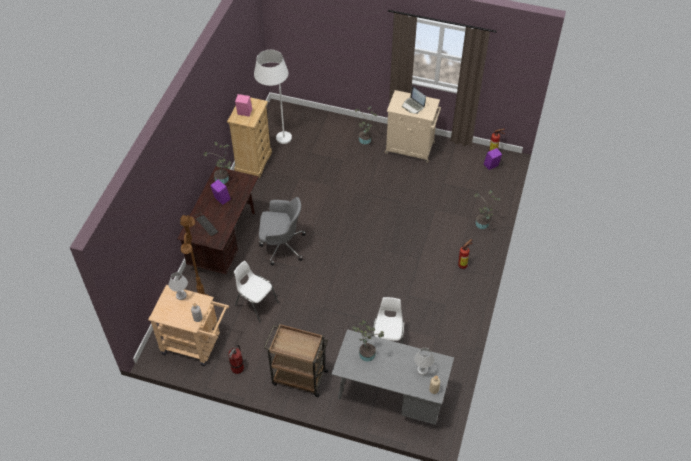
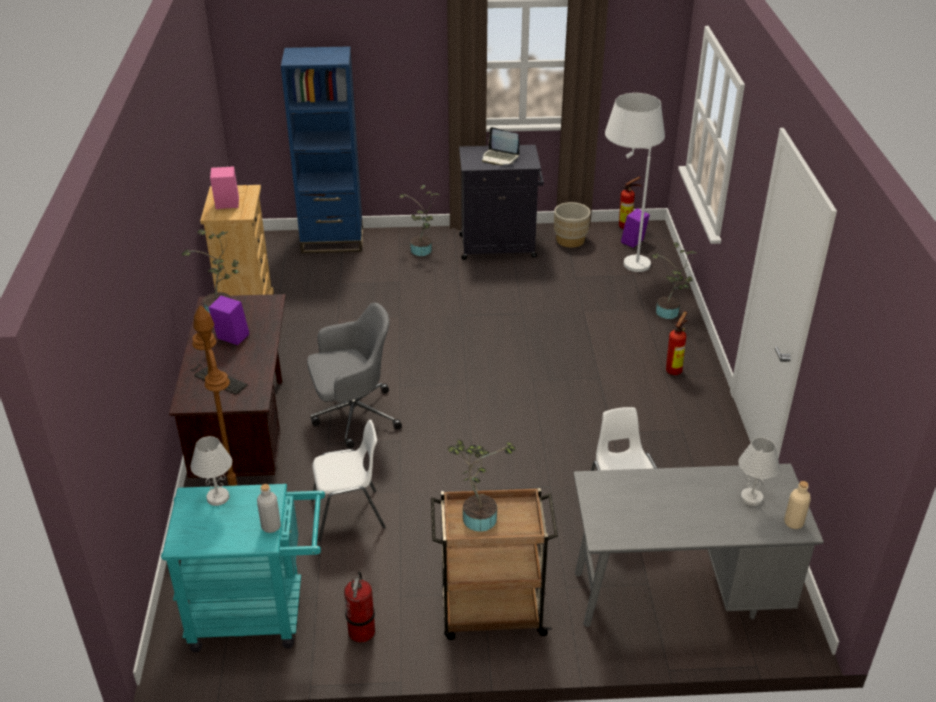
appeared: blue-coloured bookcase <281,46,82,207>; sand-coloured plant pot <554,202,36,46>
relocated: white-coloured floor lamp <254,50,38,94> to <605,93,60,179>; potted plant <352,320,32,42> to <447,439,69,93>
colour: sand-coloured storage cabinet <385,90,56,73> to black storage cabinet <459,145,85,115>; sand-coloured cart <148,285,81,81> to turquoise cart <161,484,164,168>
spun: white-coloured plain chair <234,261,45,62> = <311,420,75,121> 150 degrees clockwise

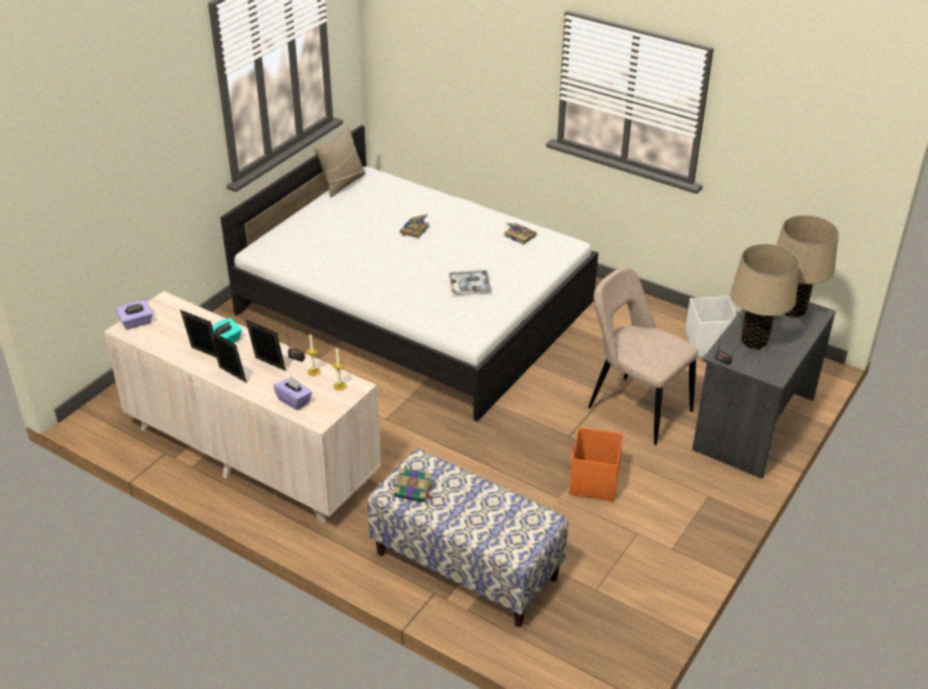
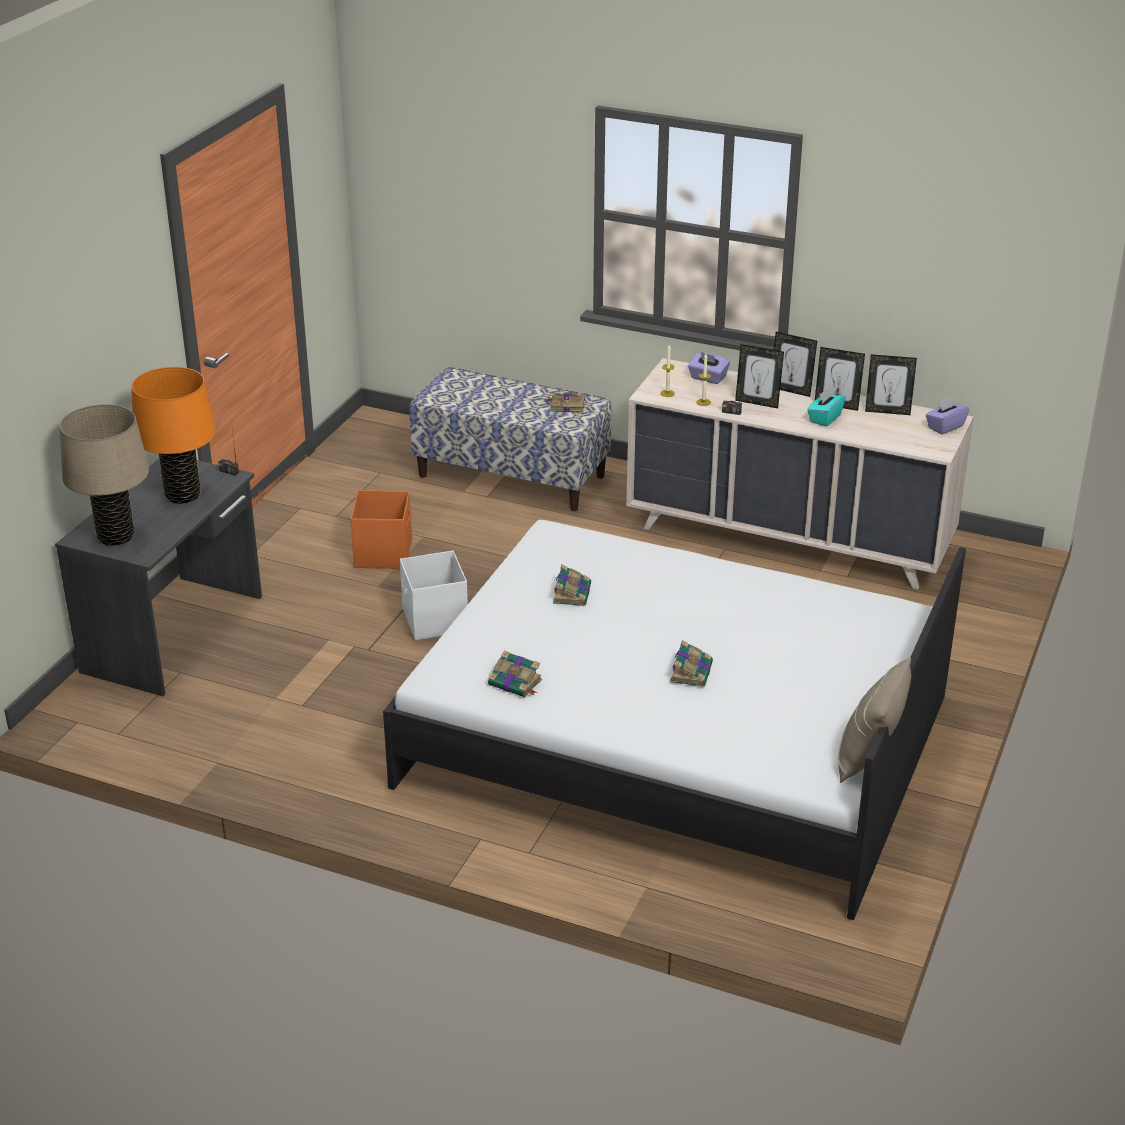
missing: sand-coloured plain chair <588,267,110,178>
appeared: photo frame <865,354,52,61>
relocated: white-coloured storage bin <685,296,52,61> to <400,551,68,89>
exchanged: tray <449,270,42,23> to volume <553,564,38,42>
colour: sand-coloured lamp for a table <730,244,70,105> to orange lamp for a table <131,367,85,137>

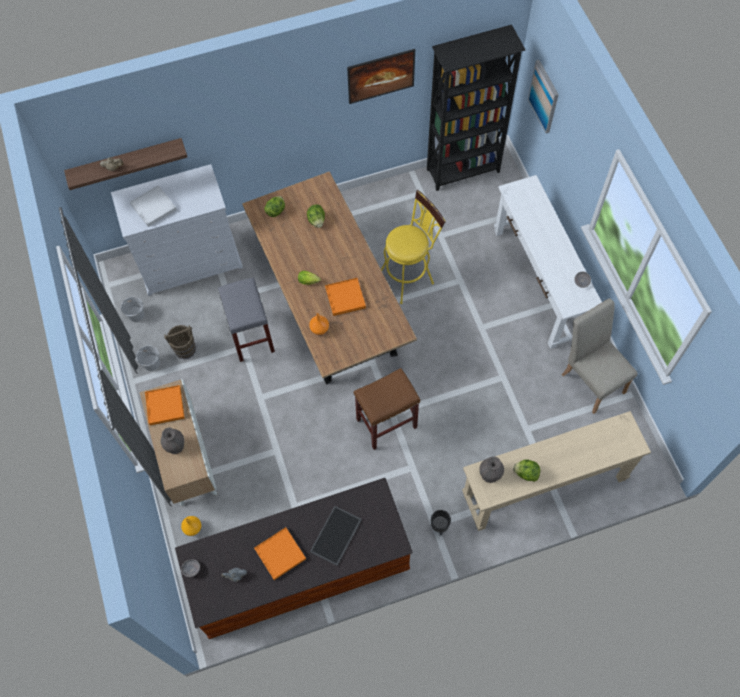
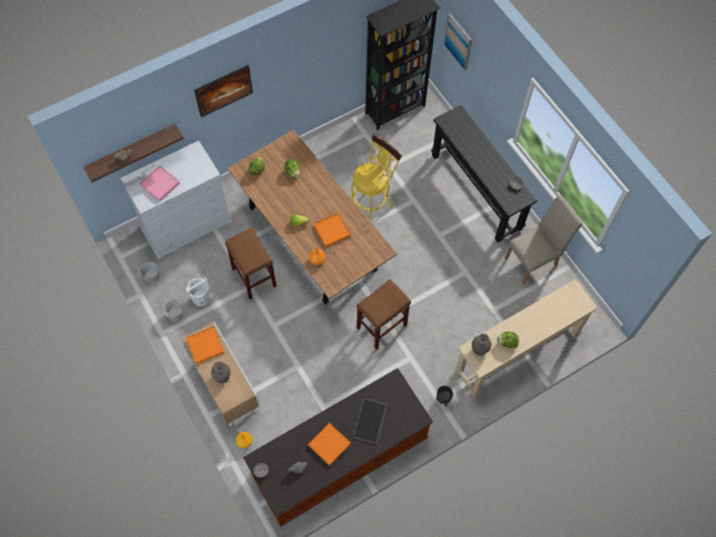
relocated: wall art <347,49,68,55> to <194,65,59,53>
colour: white-coloured hall table <494,175,108,174> to black hall table <431,105,106,137>; white-coloured tray <130,185,47,42> to pinkish tray <139,166,41,36>; grey sitting stool <218,278,57,84> to brown-coloured sitting stool <225,228,51,71>; brown-coloured pail <164,325,32,34> to white-coloured pail <185,277,25,29>
spun: sand-coloured plain chair <562,298,76,116> = <504,195,79,90> 105 degrees clockwise

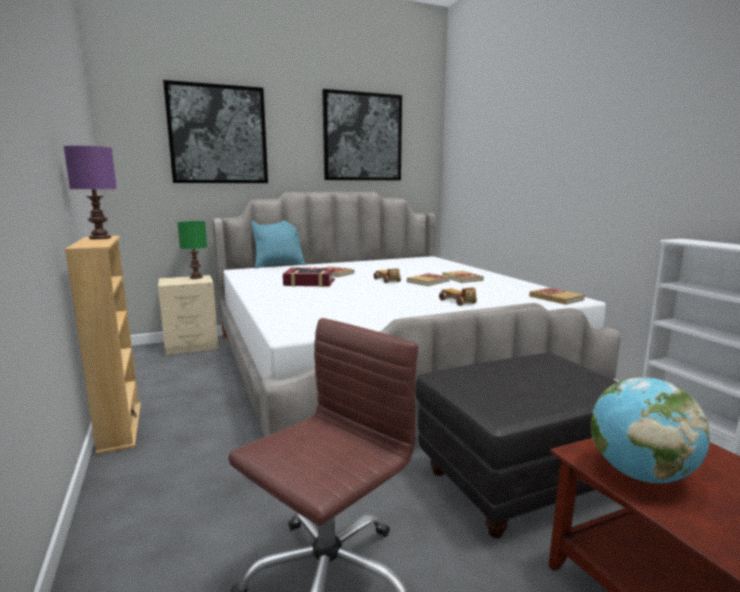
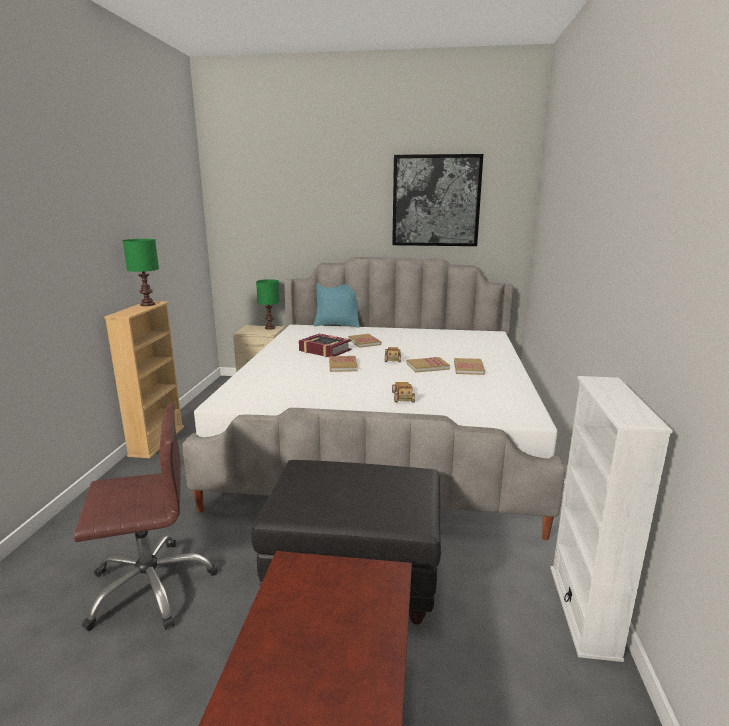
missing: wall art <163,80,105,103>; desk globe <590,377,120,106>
relocated: volume <529,288,56,17> to <329,356,29,16>
colour: purple lamp for a table <64,146,53,93> to green-coloured lamp for a table <123,239,36,67>

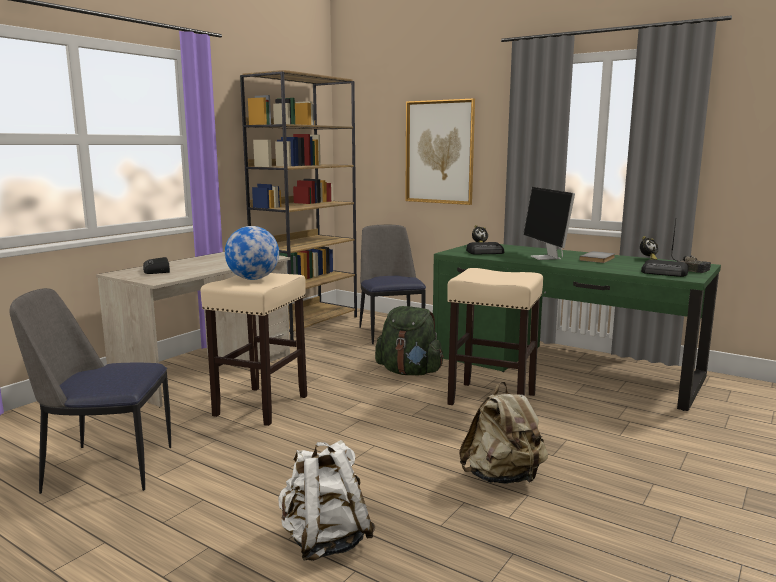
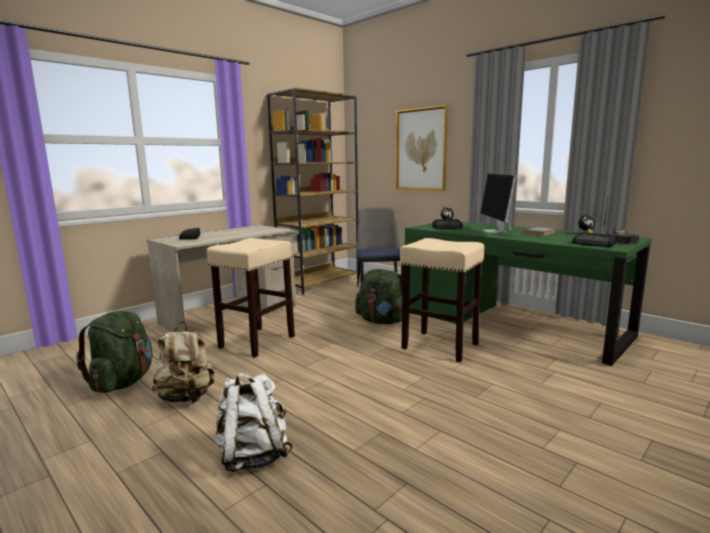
missing: desk globe <225,226,54,54>
relocated: sand-coloured knapsack <459,381,89,103> to <152,322,62,81>
exchanged: plain chair <9,288,162,206> to green-coloured knapsack <76,311,77,82>

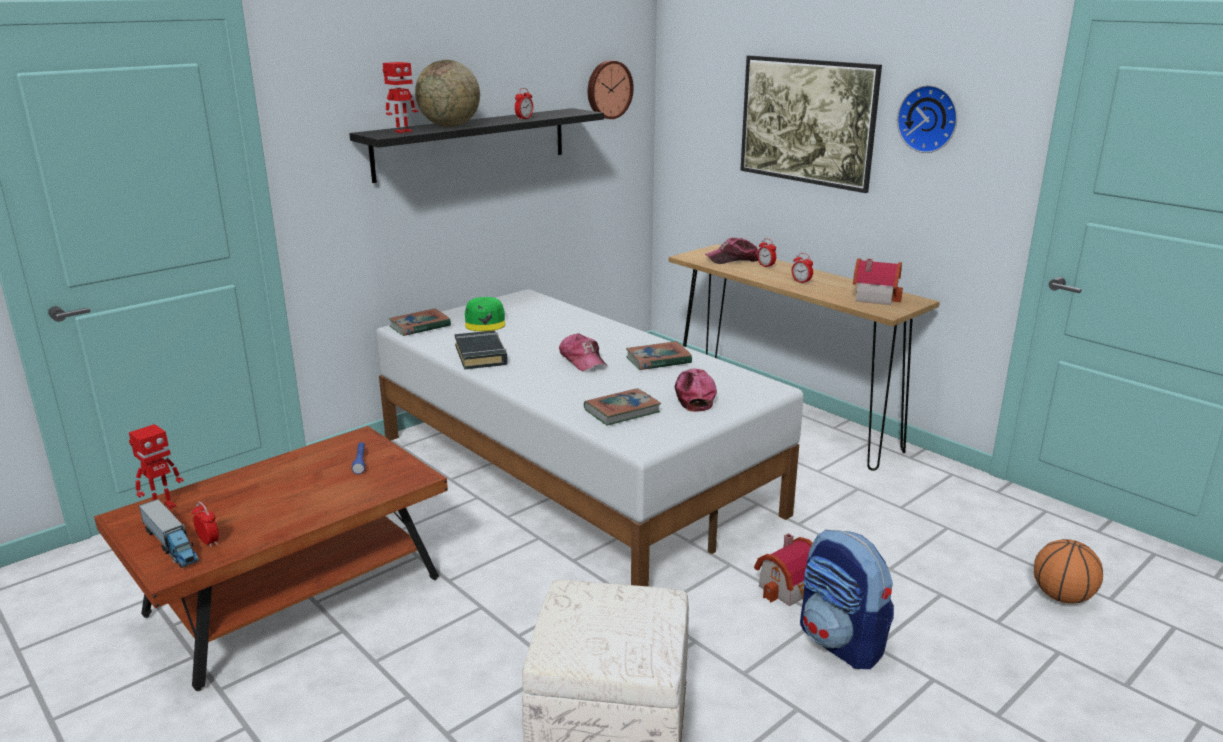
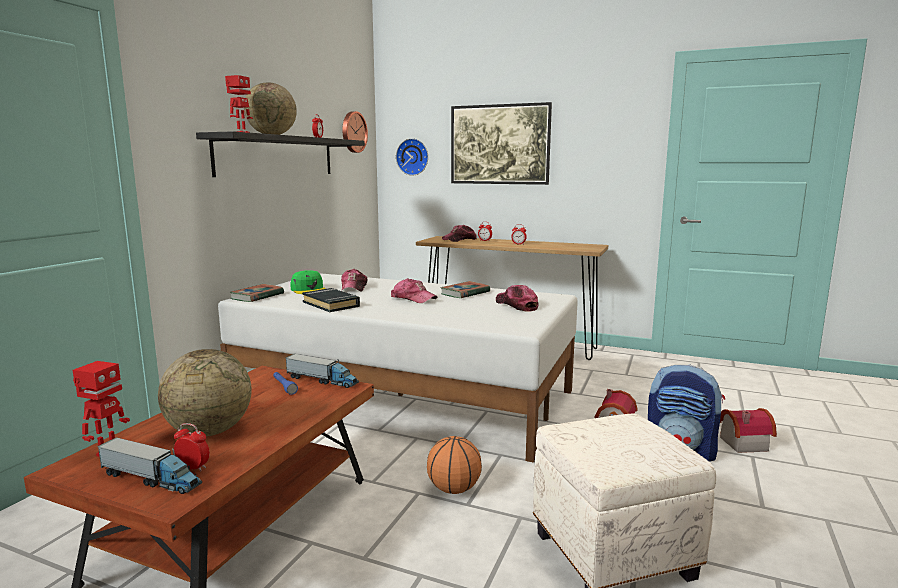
missing: volume <584,388,77,38>
appeared: baseball cap <341,269,27,23>; desk globe <158,349,94,88>; toy truck <286,354,73,34>
relocated: clock on the wall <897,85,61,68> to <396,138,32,38>; miniature house <853,258,50,47> to <720,408,57,45>; ball for basketball <1034,539,69,64> to <427,436,55,58>

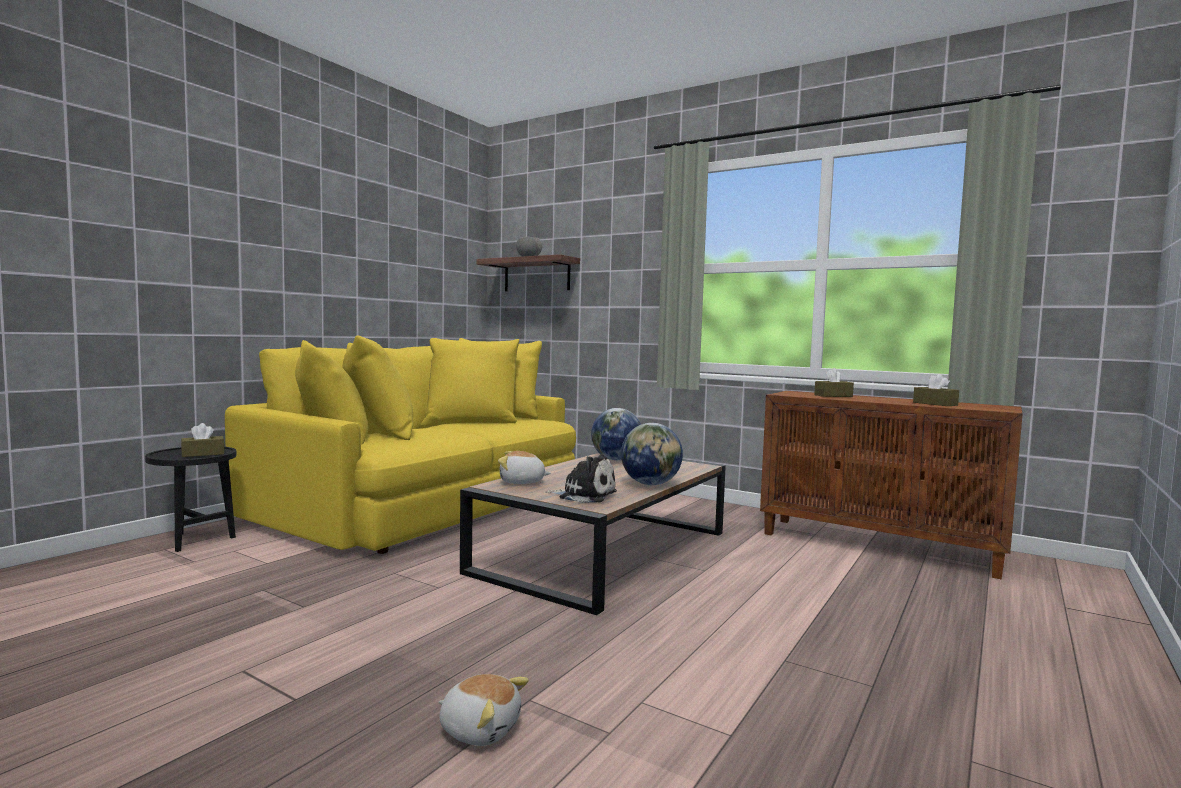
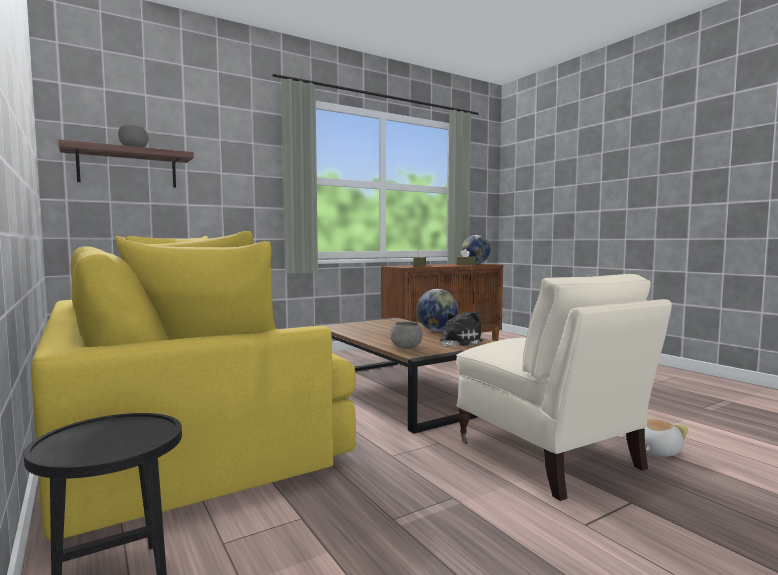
missing: brown-coloured tissue holder <181,423,44,34>
appeared: sand-coloured armchair <456,274,216,227>
relocated: desk globe <591,408,50,52> to <462,235,28,29>
exchanged: cuddly toy <498,451,53,33> to grey serving bowl <390,322,33,27>

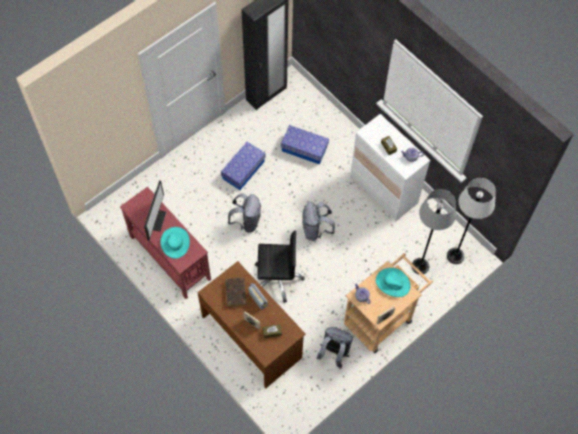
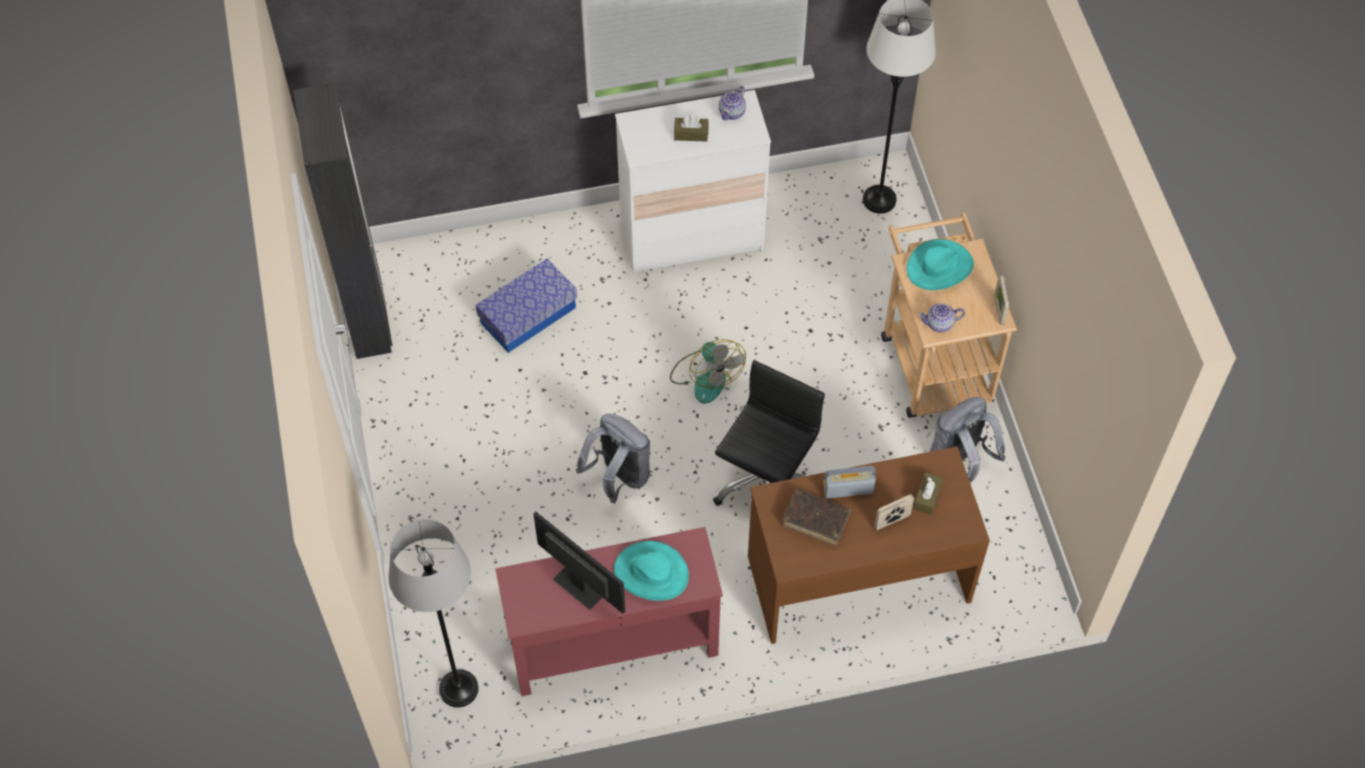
missing: storage bin <221,142,45,48>
relocated: grey floor lamp <412,189,44,86> to <388,519,91,188>
exchanged: grey knapsack <302,202,33,39> to cooling fan <670,339,76,65>

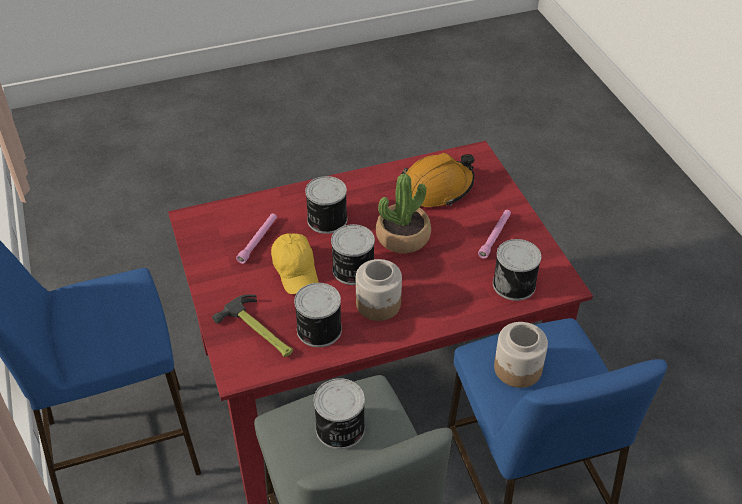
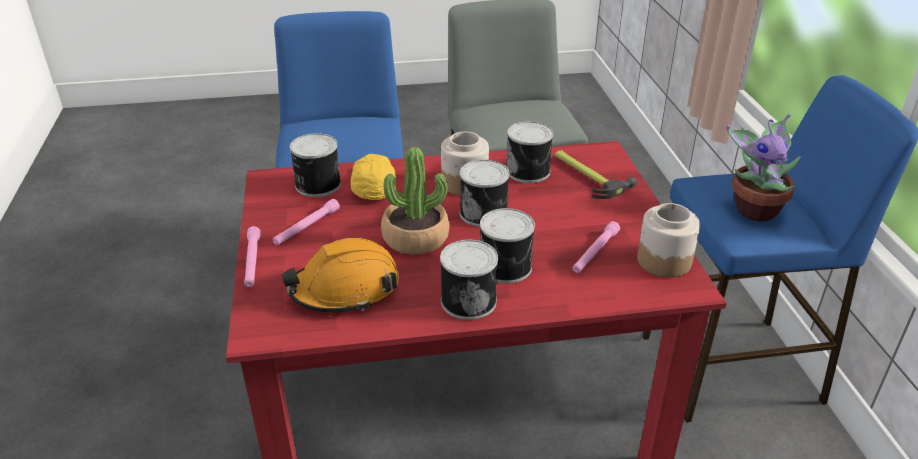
appeared: potted plant <726,114,75,107>; pinkish flashlight <244,226,16,61>
relocated: yellow baseball cap <271,233,47,61> to <350,154,46,46>; storage jar <494,322,54,66> to <637,203,63,75>; sealed can <314,378,51,71> to <440,240,58,80>

